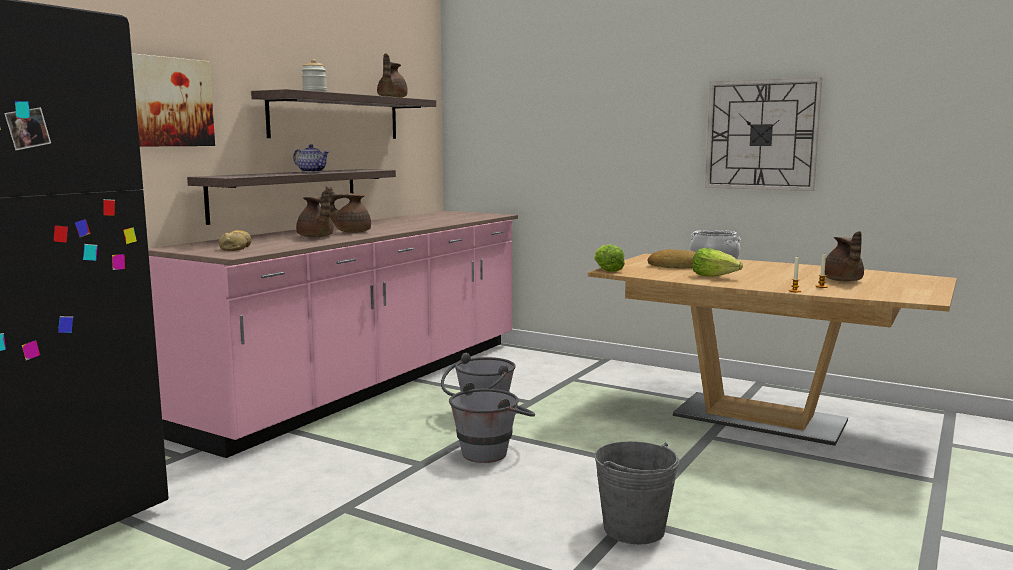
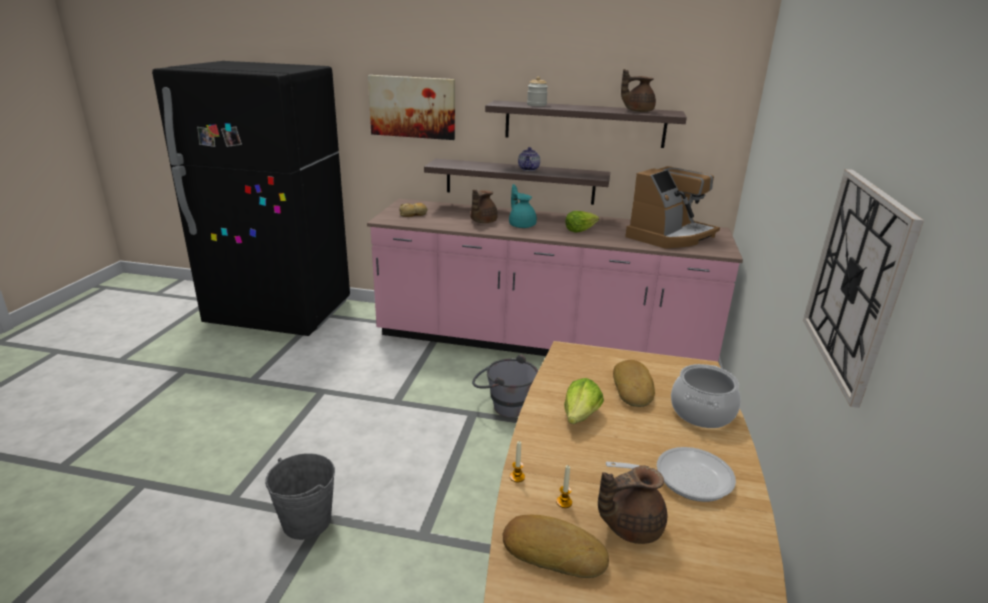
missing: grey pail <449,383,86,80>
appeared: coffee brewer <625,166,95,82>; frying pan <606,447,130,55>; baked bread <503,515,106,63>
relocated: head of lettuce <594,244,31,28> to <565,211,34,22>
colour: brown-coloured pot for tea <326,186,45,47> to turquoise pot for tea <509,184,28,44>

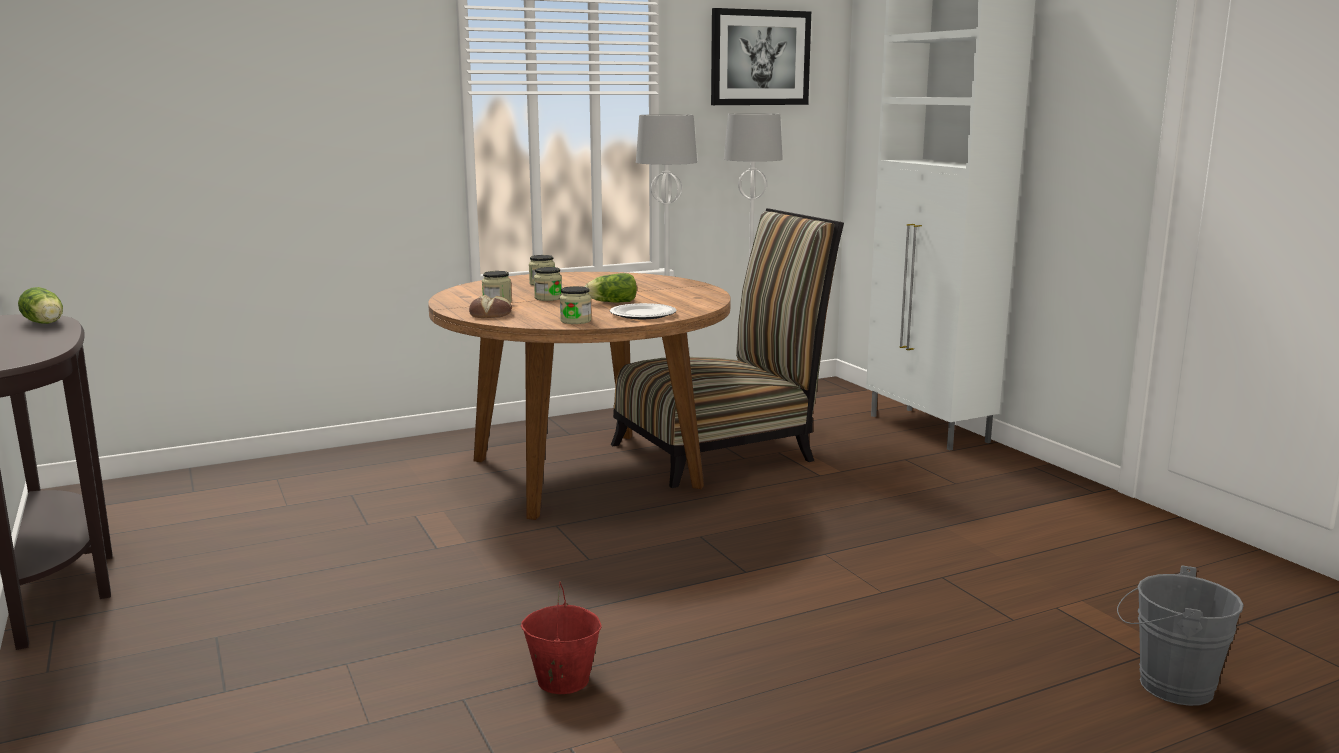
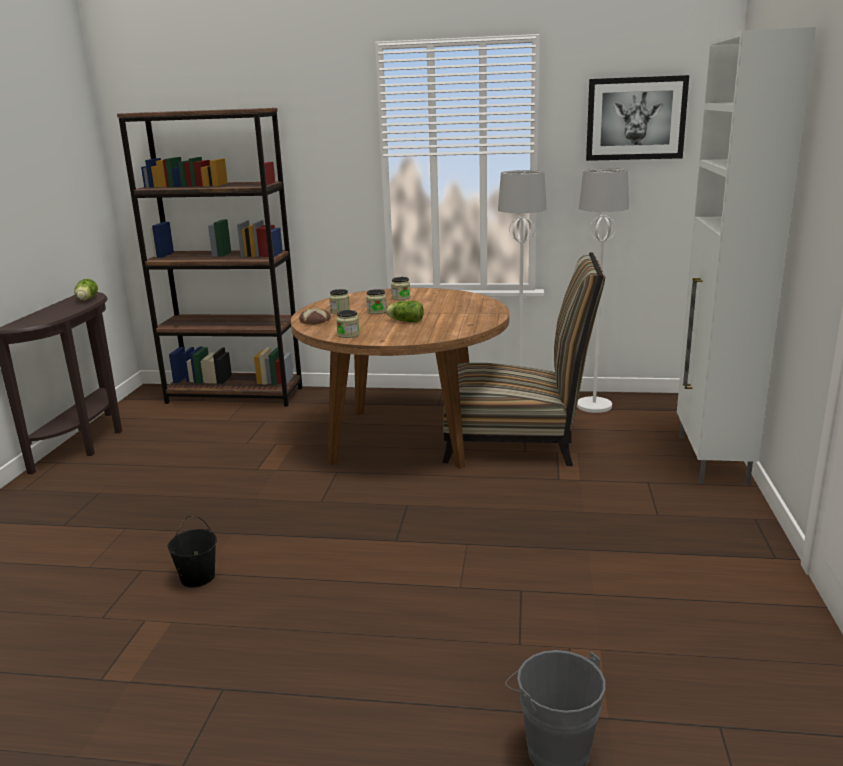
missing: flat dish <610,303,67,16>
appeared: brown-coloured bookcase <117,108,186,298>
colour: reddish pail <521,582,81,112> to black pail <168,516,49,71>

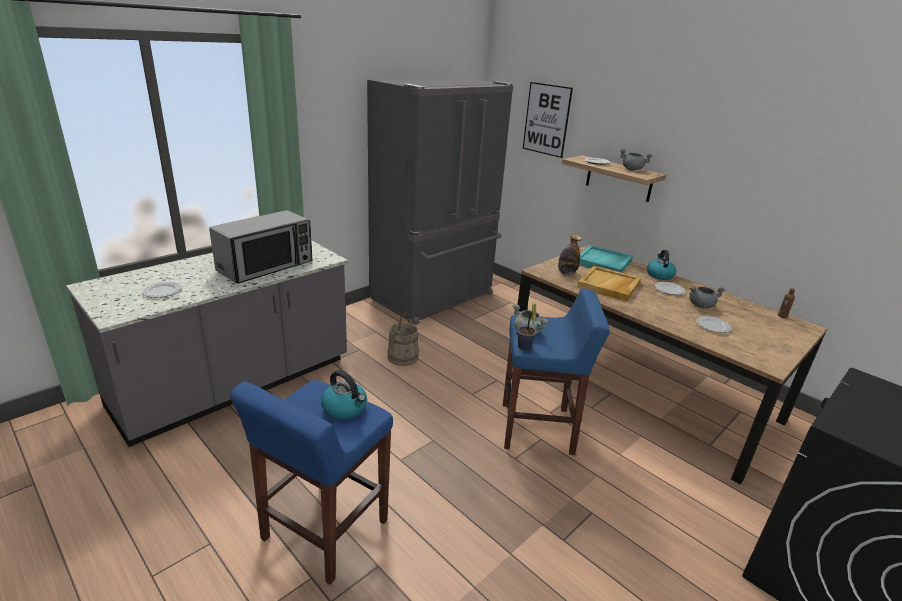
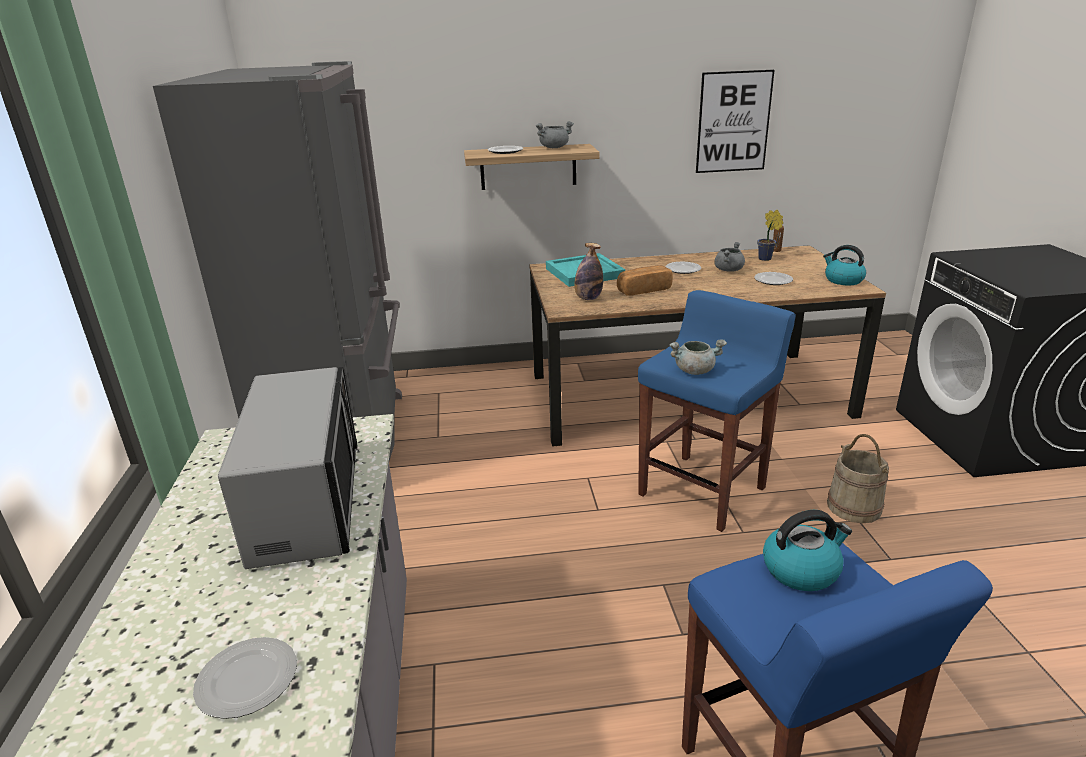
relocated: wall art <523,82,50,76> to <696,70,78,103>; water kettle <647,250,29,30> to <823,245,43,40>; potted plant <517,302,20,49> to <757,210,26,51>; sand-coloured pail <387,312,32,54> to <827,434,62,89>
exchanged: sand-coloured tray <577,265,64,36> to baked bread <617,265,56,31>

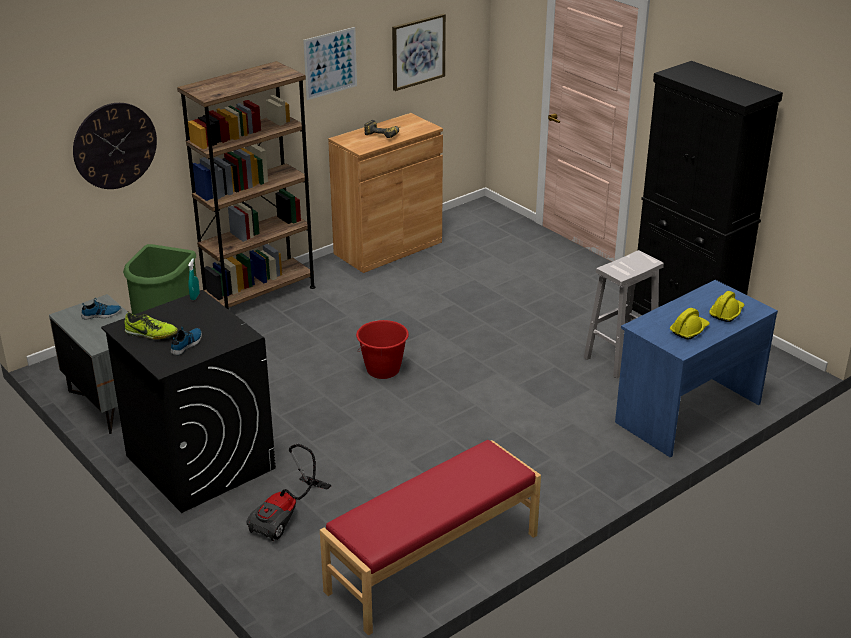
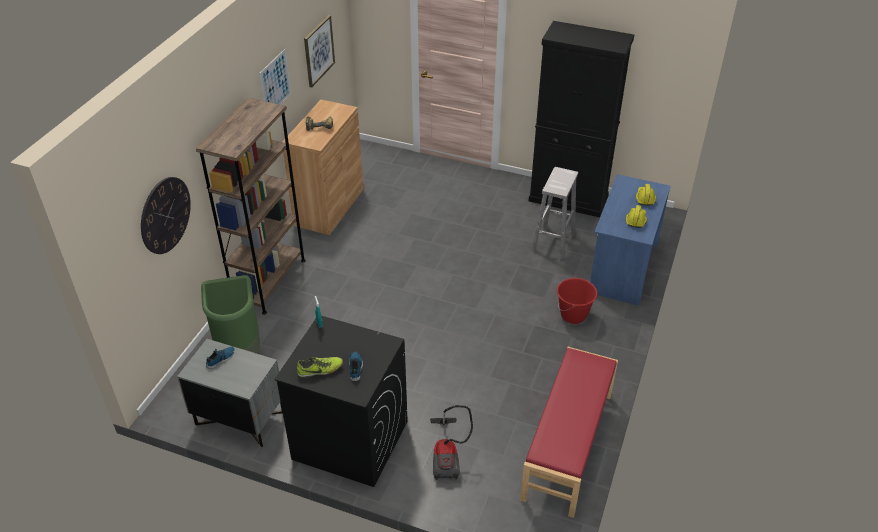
relocated: reddish pail <356,320,53,59> to <557,278,40,46>

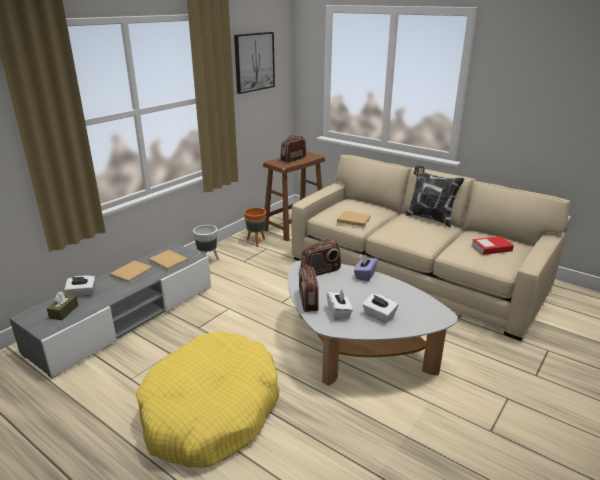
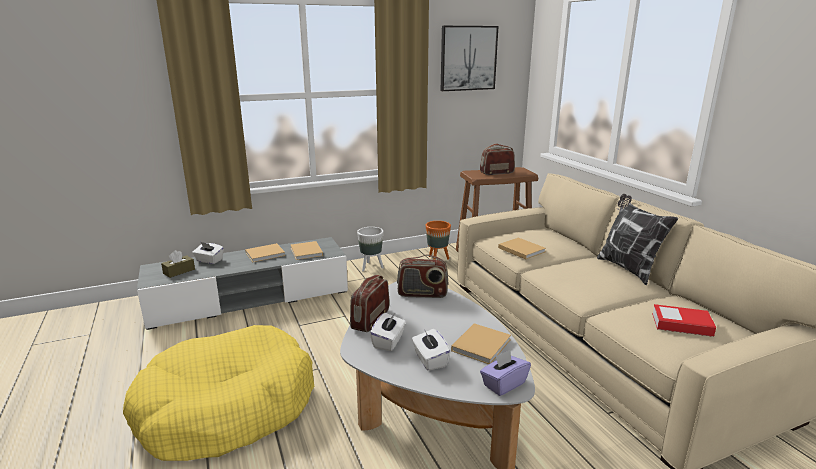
appeared: sand-coloured volume <451,323,60,41>
relocated: purple tissue holder <354,254,24,27> to <480,350,51,46>

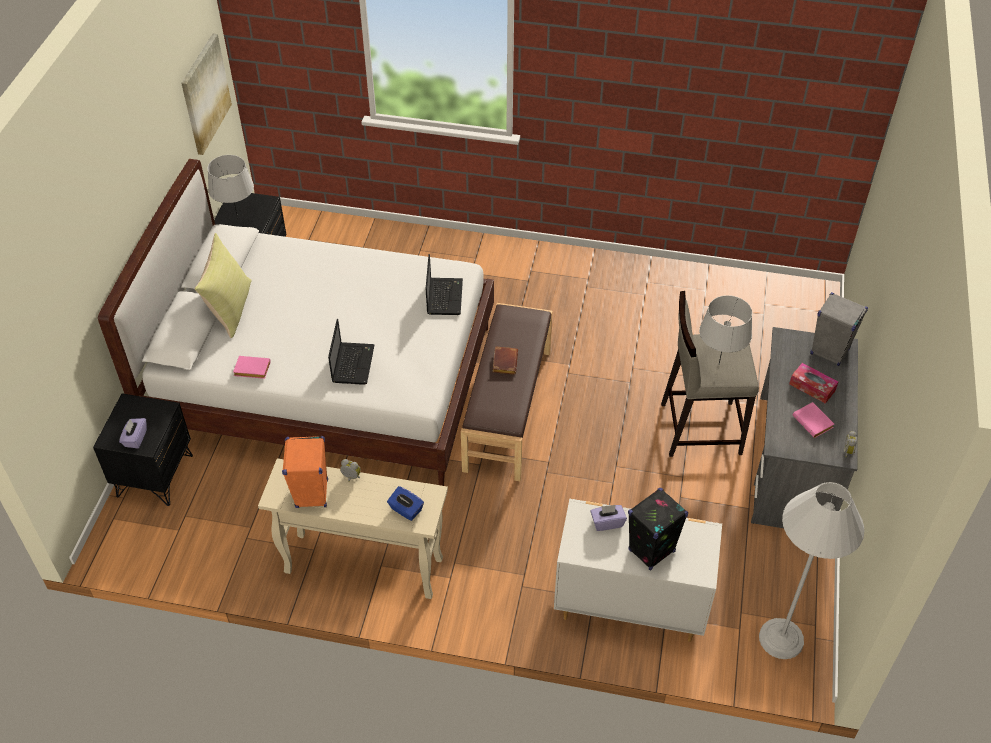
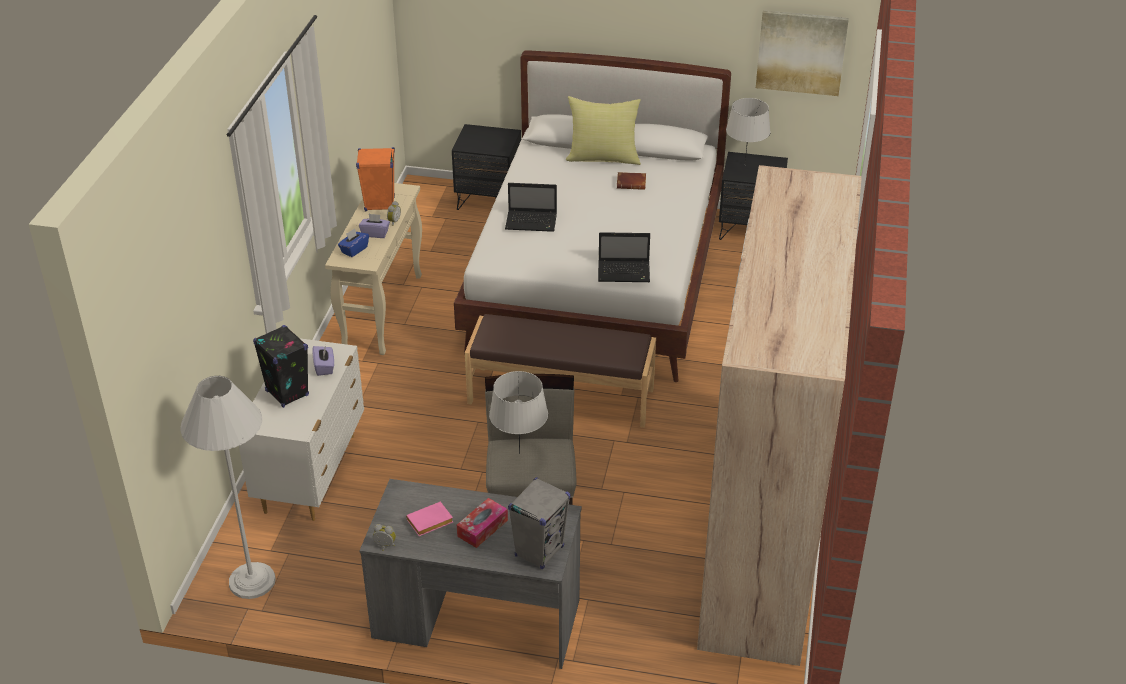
missing: pinkish volume <233,356,38,23>
appeared: sand-coloured armoire <697,165,165,501>
relocated: brown-coloured volume <493,346,25,28> to <617,172,29,18>; purple tissue holder <119,418,28,30> to <359,214,31,24>

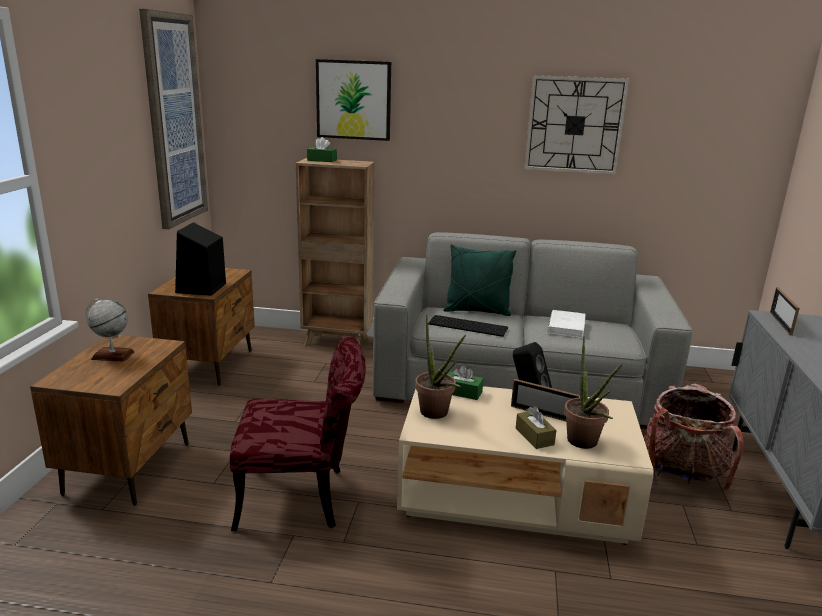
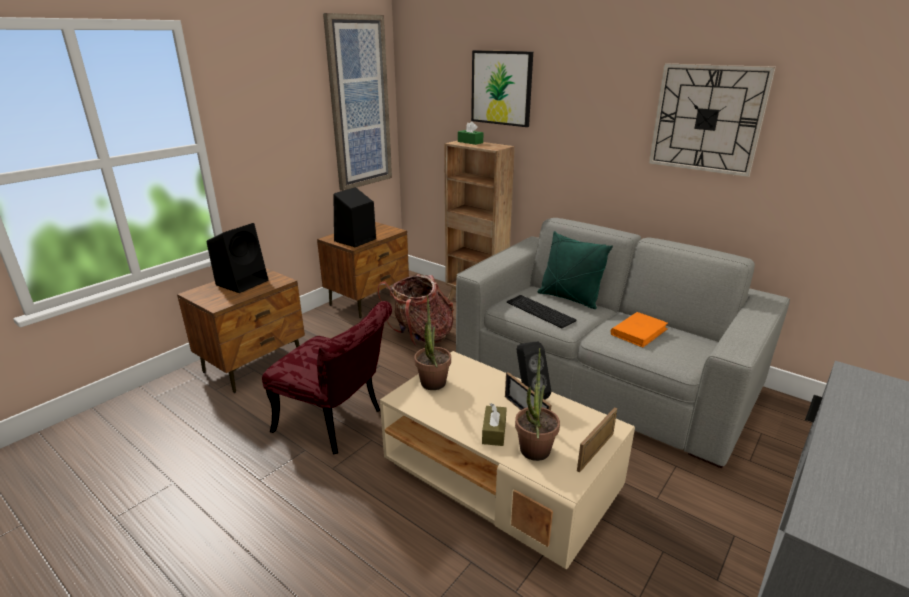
missing: green-coloured tissue holder <448,365,36,35>
relocated: photo frame <770,287,30,49> to <577,407,40,66>; knapsack <644,384,100,107> to <378,274,76,71>
exchanged: desk globe <85,298,50,64> to black audio speaker <206,223,62,70>
colour: white-coloured volume <547,310,39,28> to orange volume <611,312,57,36>

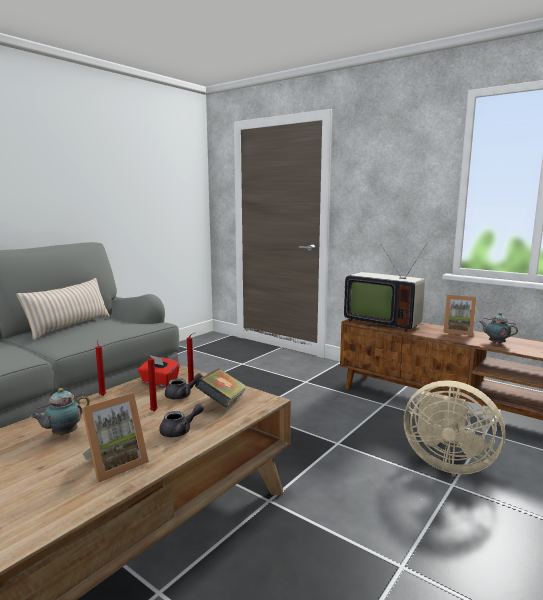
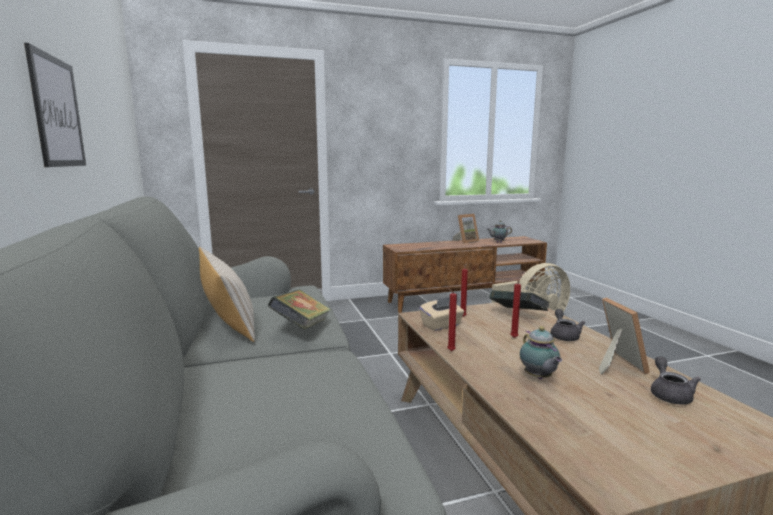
missing: TV set <344,243,83,89>
appeared: wall art <24,43,62,124>; volume <268,290,63,40>
relocated: grey pot for tea <165,373,38,27> to <651,356,50,49>
colour: reddish tissue holder <138,355,42,32> to sand-coloured tissue holder <419,297,45,34>

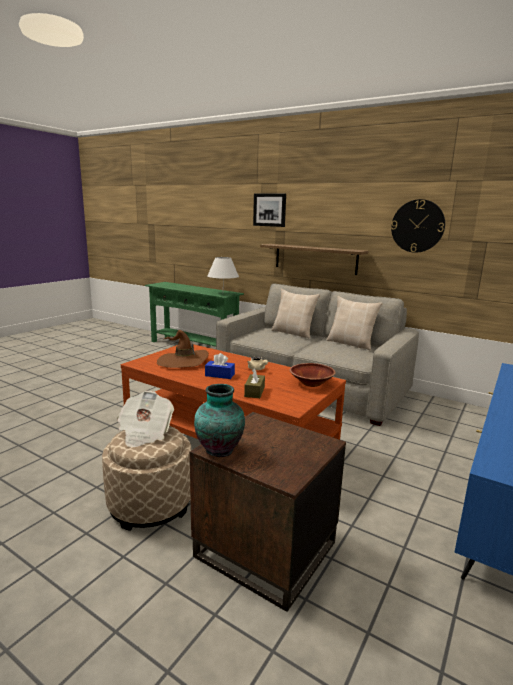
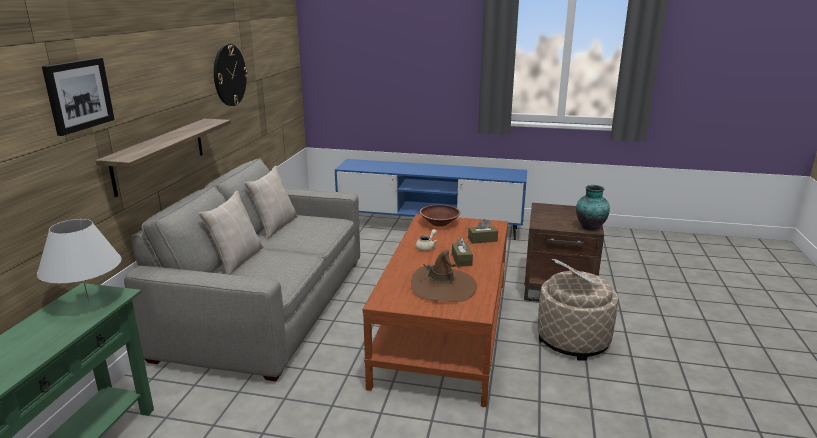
colour: blue-coloured tissue holder <205,353,30,26> to brown-coloured tissue holder <452,237,21,30>

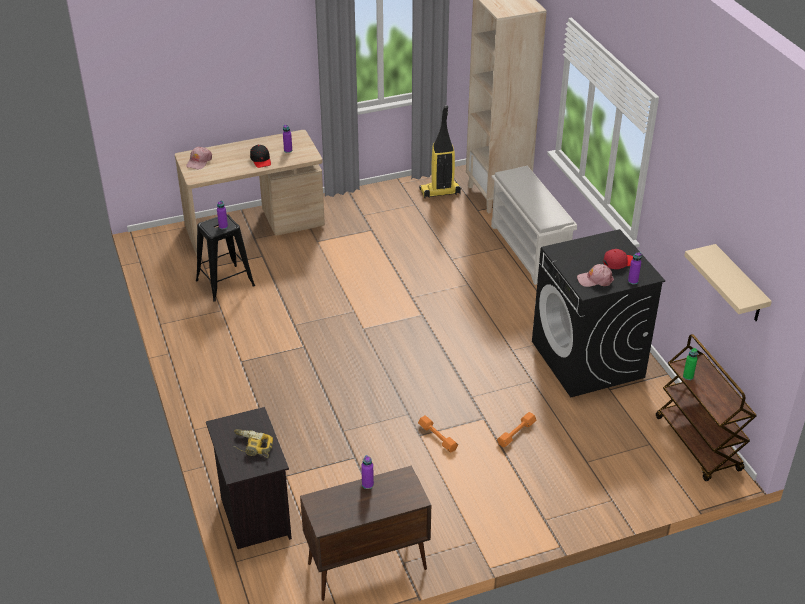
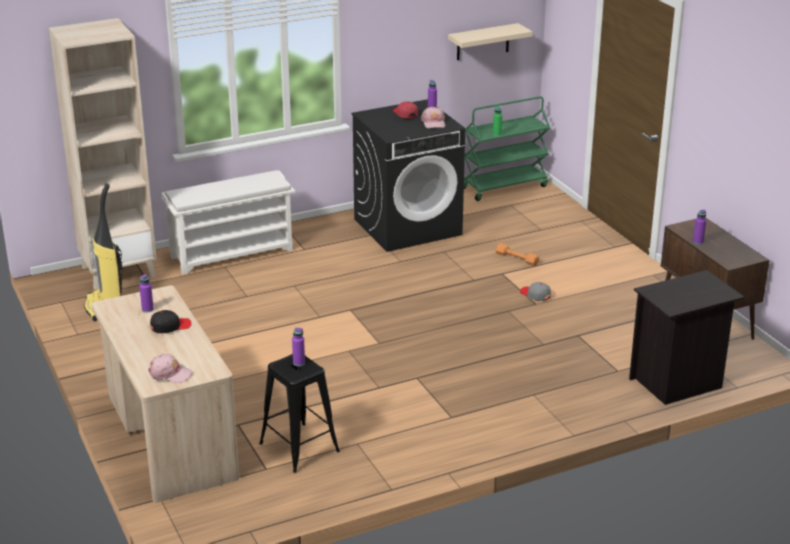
missing: drill <233,429,40,29>
exchanged: orange dumbbell <418,415,40,38> to grey baseball cap <520,282,31,19>
colour: brown-coloured cart <656,334,100,147> to green-coloured cart <464,96,86,105>

